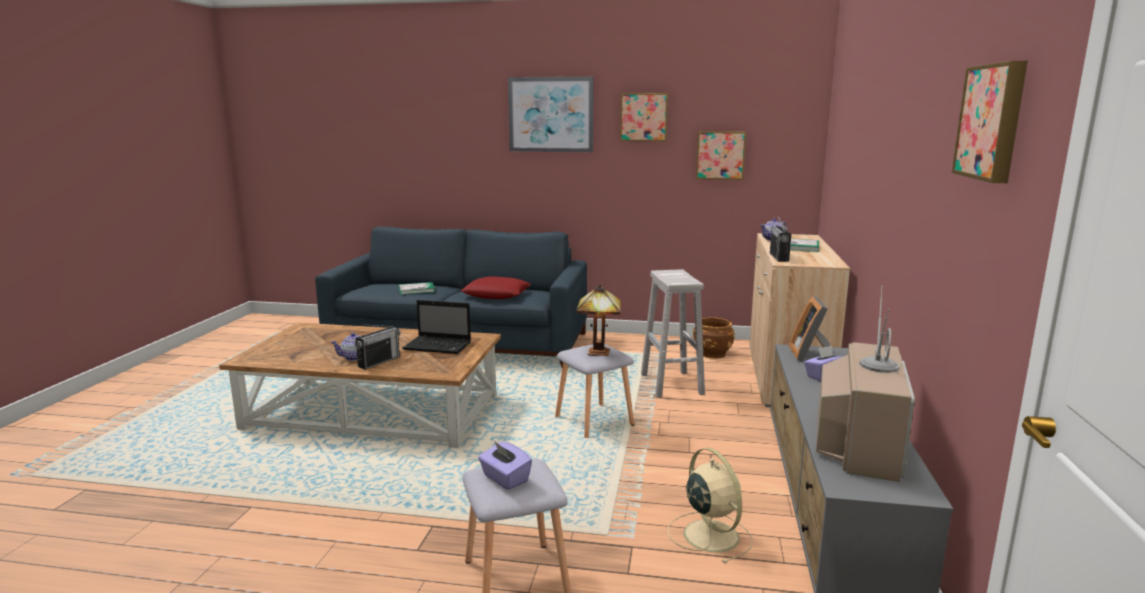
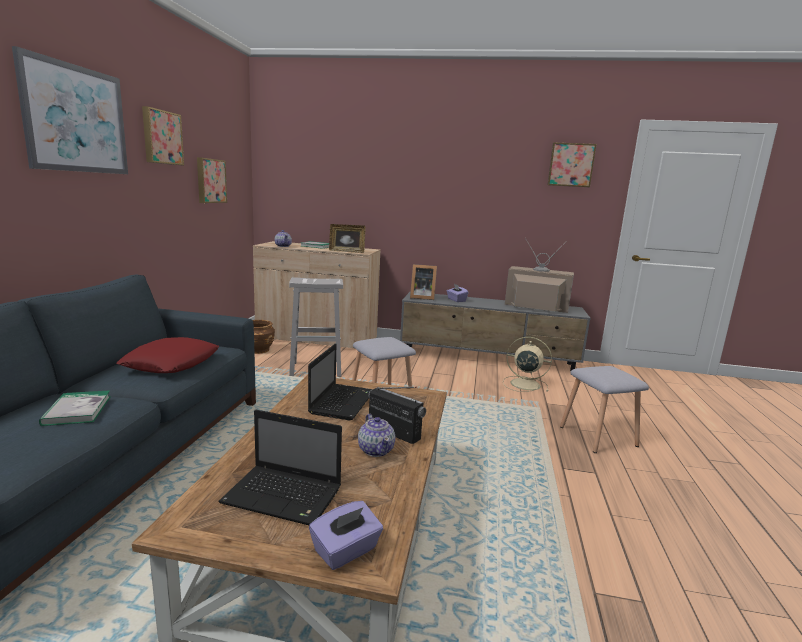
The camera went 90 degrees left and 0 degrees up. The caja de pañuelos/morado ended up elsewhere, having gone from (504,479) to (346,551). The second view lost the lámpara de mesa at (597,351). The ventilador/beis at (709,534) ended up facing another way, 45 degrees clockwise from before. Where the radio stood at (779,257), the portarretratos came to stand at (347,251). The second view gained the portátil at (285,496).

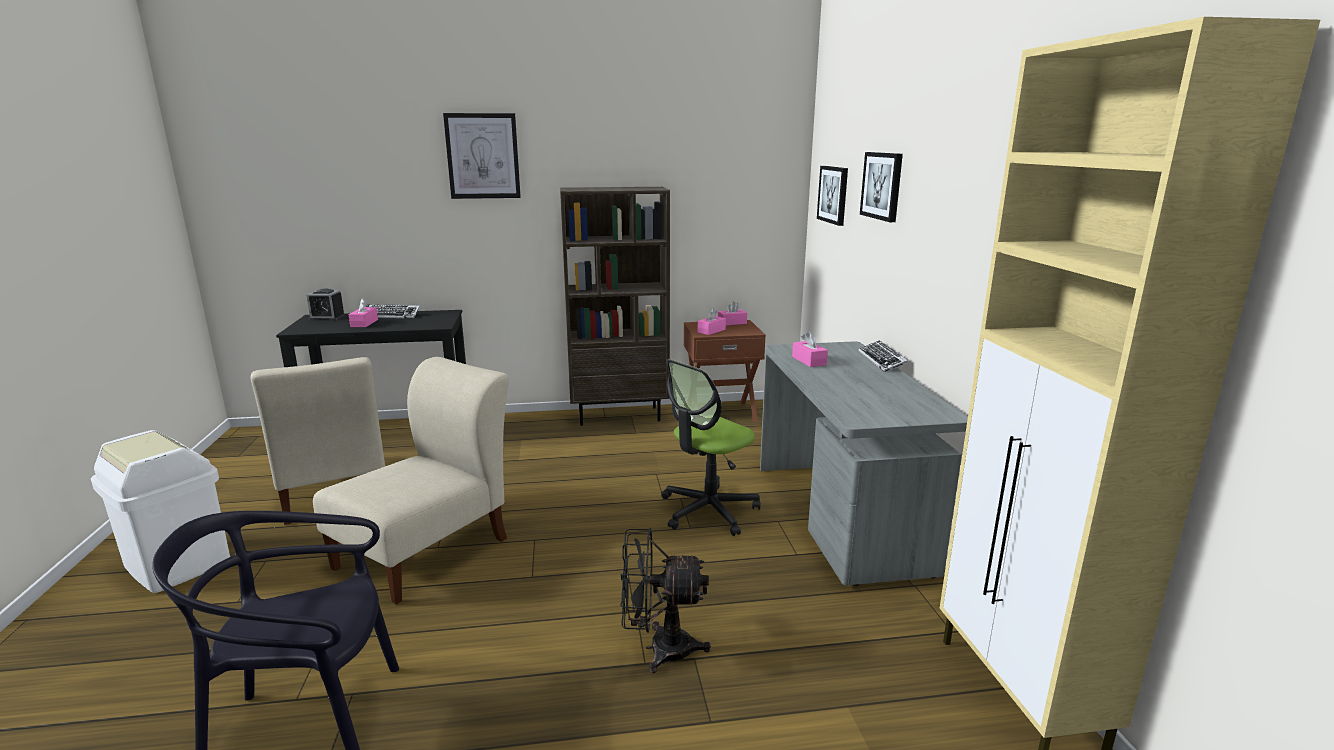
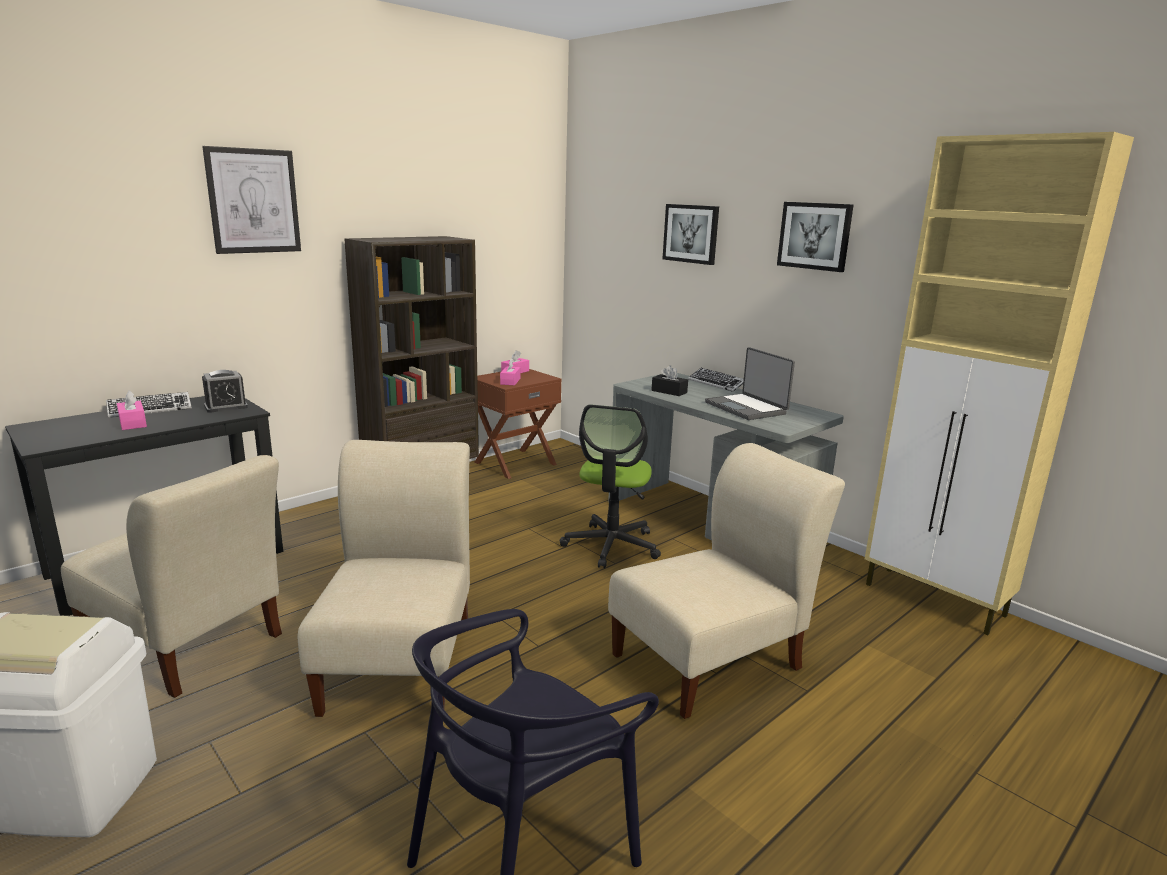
The camera went 35 degrees left and 0 degrees up. The despertador ended up elsewhere, having gone from (327,318) to (226,407). Where the ventilador/negro stood at (659,649), the silla/beis came to stand at (712,659). What was the caja de pañuelos/rosa at (809,361) turned into the caja de pañuelos/negro at (669,391). The cuadro ended up elsewhere, having gone from (833,194) to (815,236). The second view gained the portátil at (747,408).

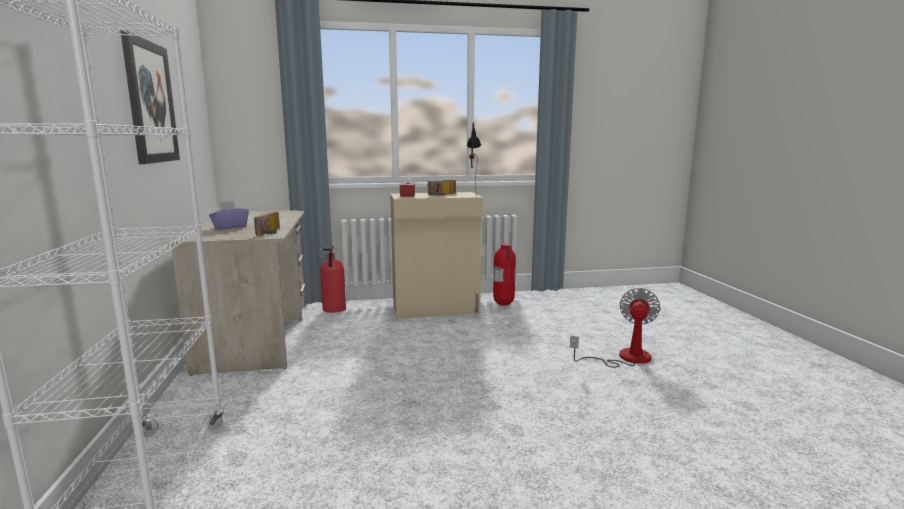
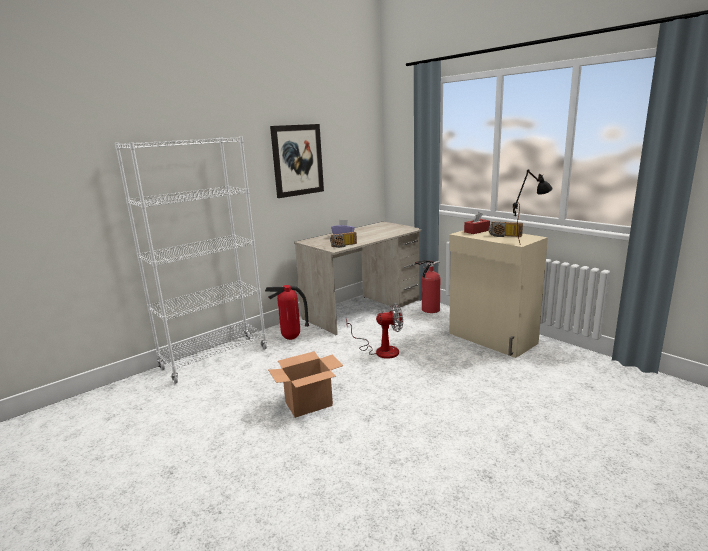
The camera went 60 degrees right and 5 degrees up. The extintor ended up elsewhere, having gone from (504,305) to (291,339). The ventilador ended up elsewhere, having gone from (624,358) to (380,350). The second view gained the caja de cartón at (309,404).

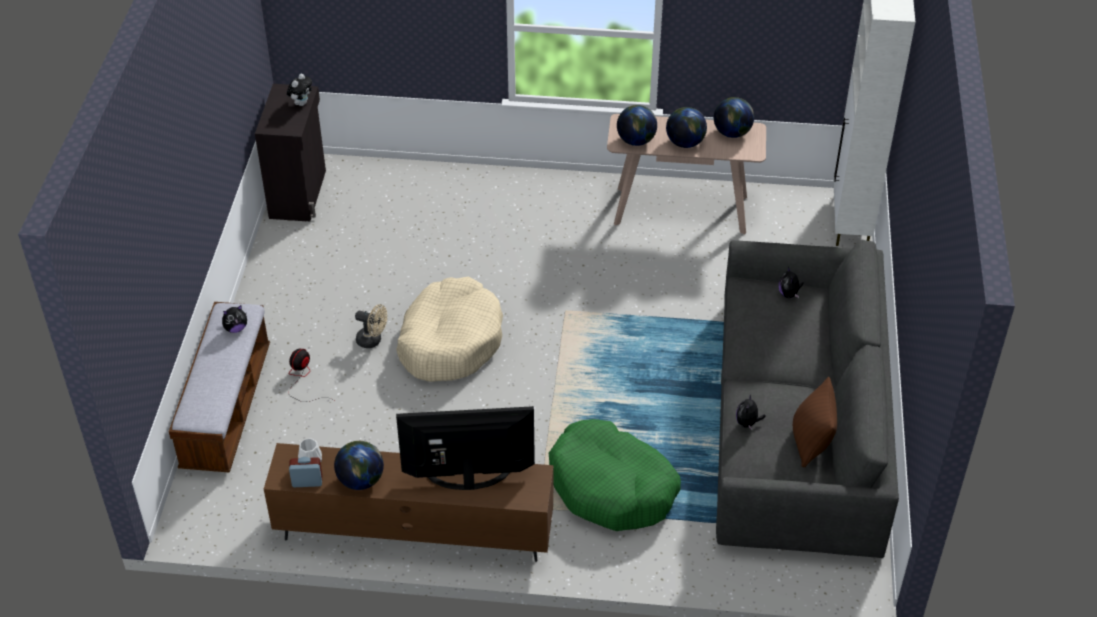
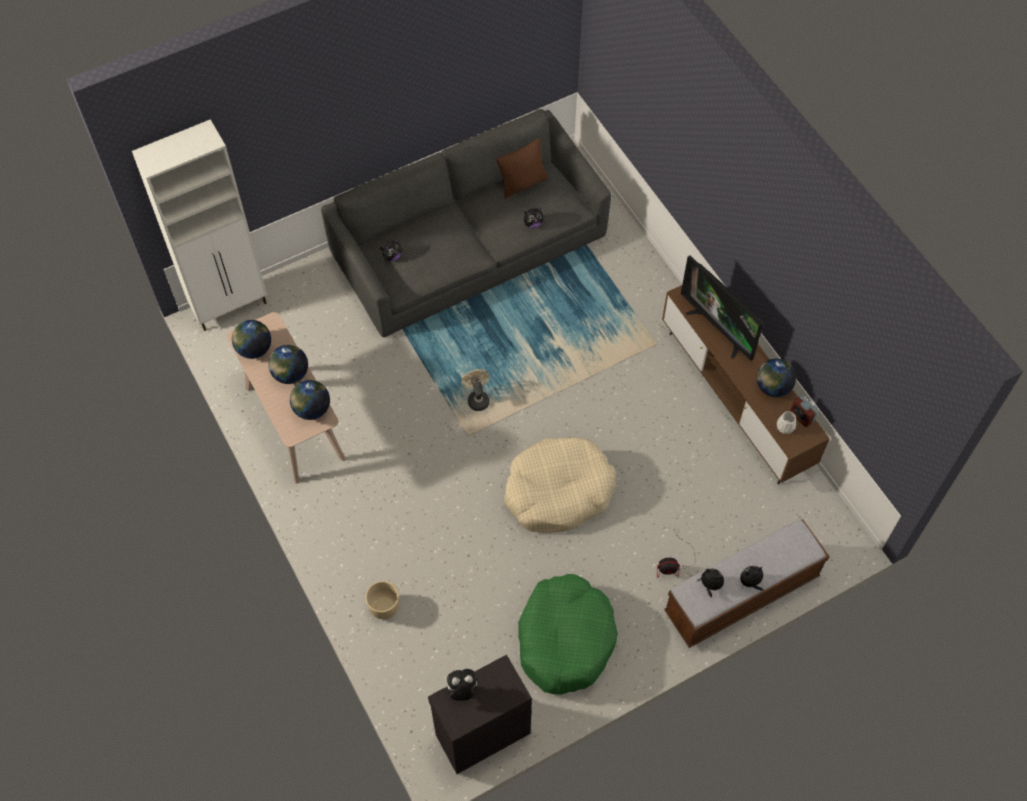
The camera went 125 degrees left and 15 degrees up. The ventilador/beis ended up elsewhere, having gone from (373,340) to (477,398). The cama para perro/verde ended up elsewhere, having gone from (612,487) to (565,639). The second view gained the maceta/beis at (384,607). The second view gained the peluche at (750,582).

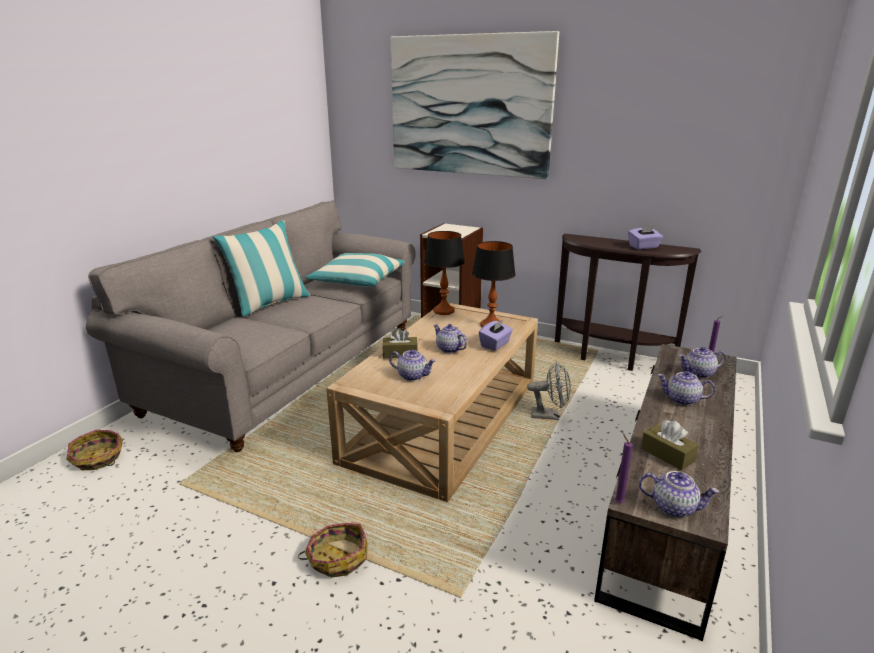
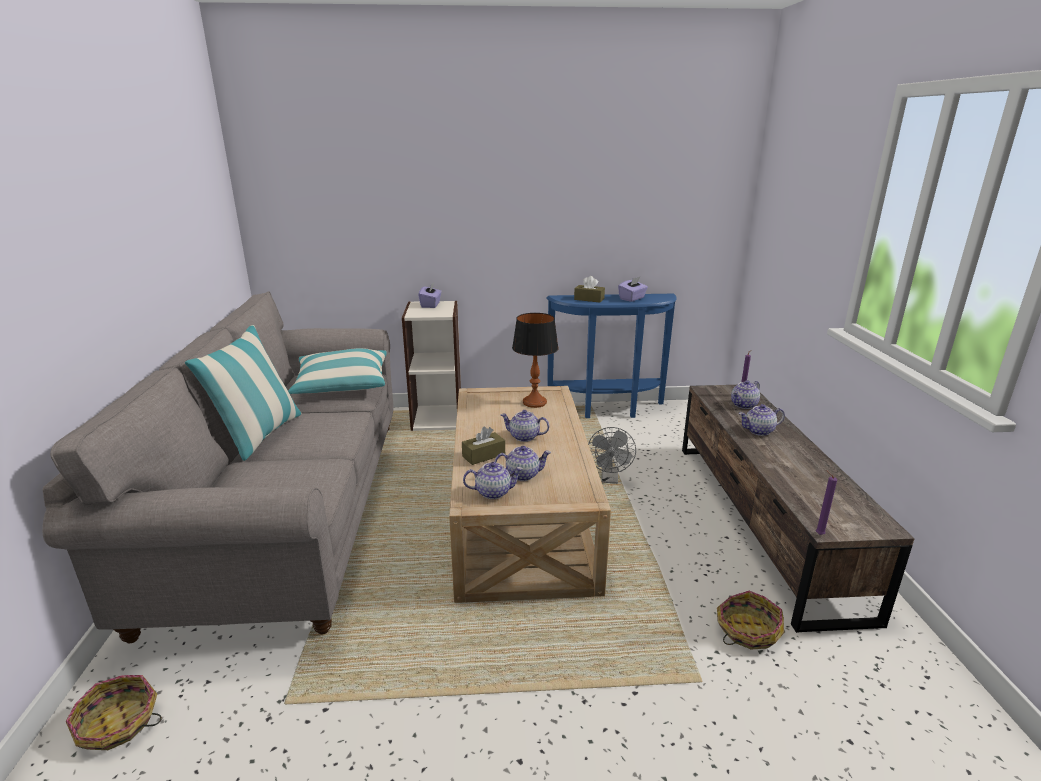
The camera went 30 degrees left and 0 degrees up. The cesta ended up elsewhere, having gone from (337,558) to (747,630). The second view lost the cuadro at (469,106). The second view lost the lámpara de mesa at (444,311). The caja de pañuelos/morado ended up elsewhere, having gone from (495,344) to (431,305). The ventilador/gris at (550,416) ended up facing another way, 120 degrees clockwise from before. What was the mesa consola/marrón at (610,358) turned into the mesa consola/azul at (608,410). The tetera ended up elsewhere, having gone from (674,507) to (493,492). The caja de pañuelos/marrón ended up elsewhere, having gone from (667,455) to (589,299).

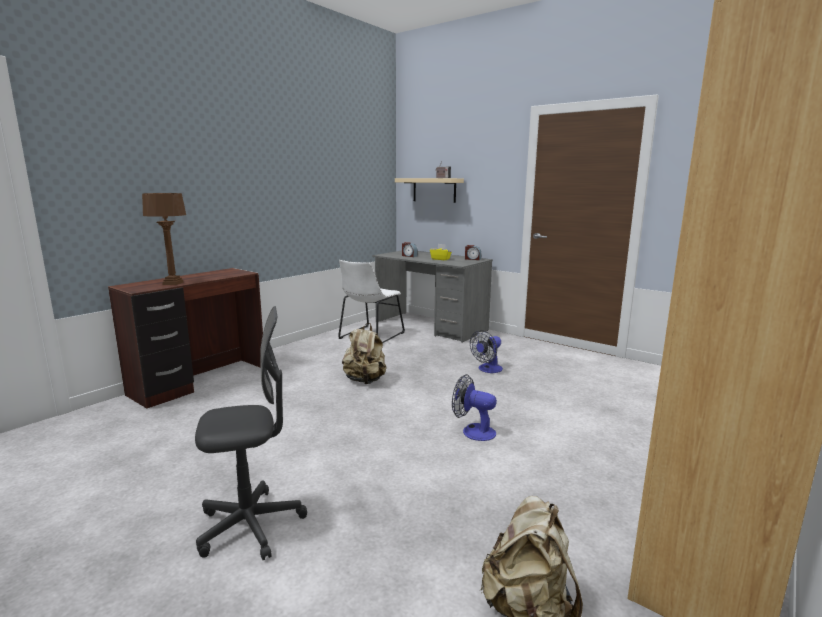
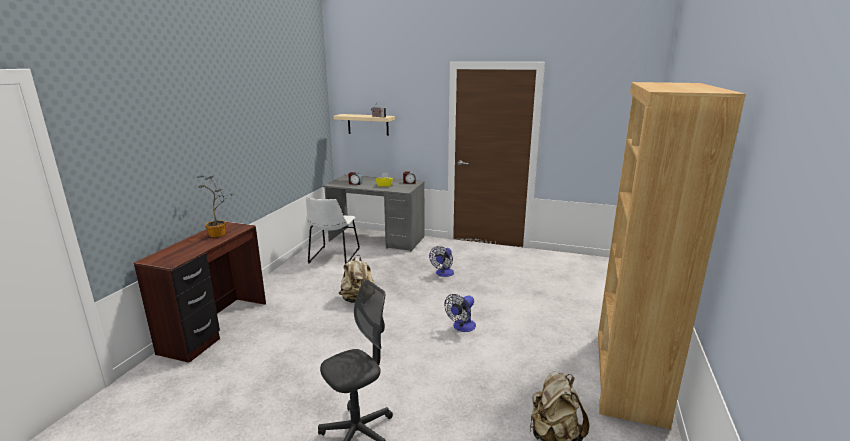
The camera went 20 degrees left and 5 degrees up. The second view lost the lámpara de mesa/marrón at (173,283). The ventilador at (473,431) ended up facing another way, 60 degrees counterclockwise from before. The second view gained the planta en maceta at (220,234).

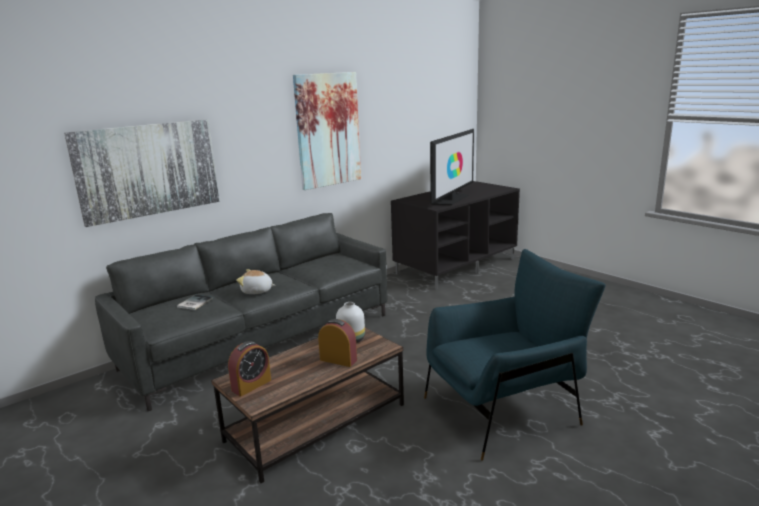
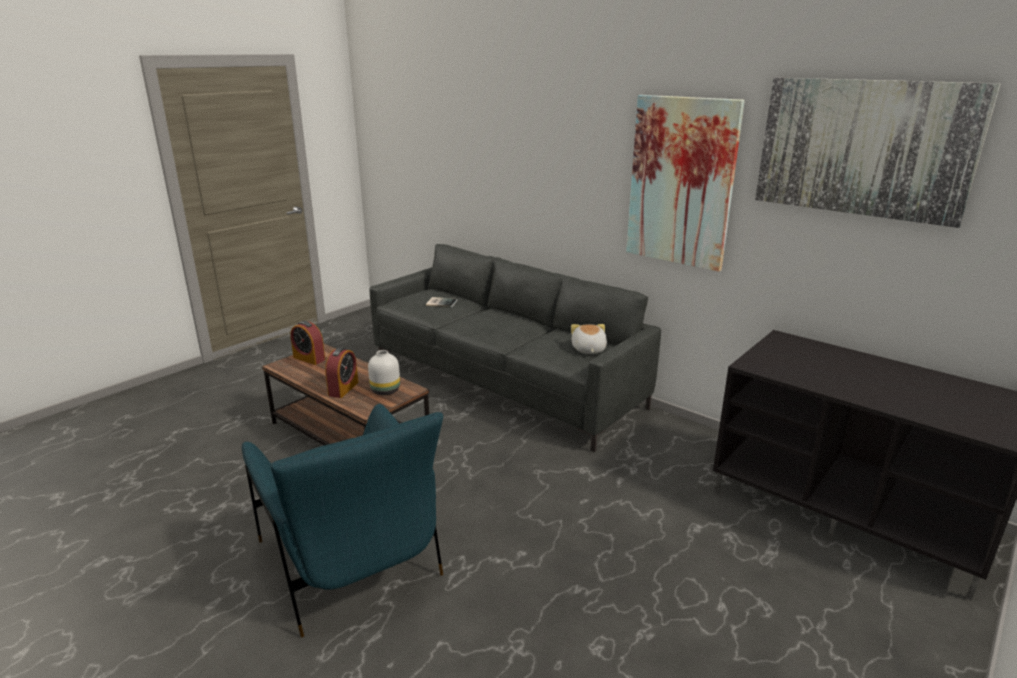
The camera went 80 degrees right and 5 degrees up. The cuadro ended up elsewhere, having gone from (148,170) to (863,148). The peluche ended up elsewhere, having gone from (257,291) to (588,350). The second view lost the televisor at (451,199).

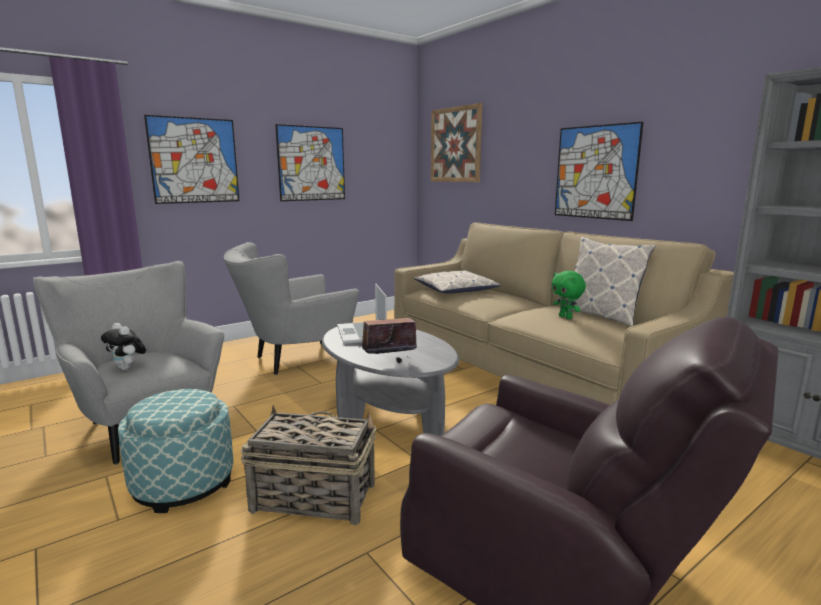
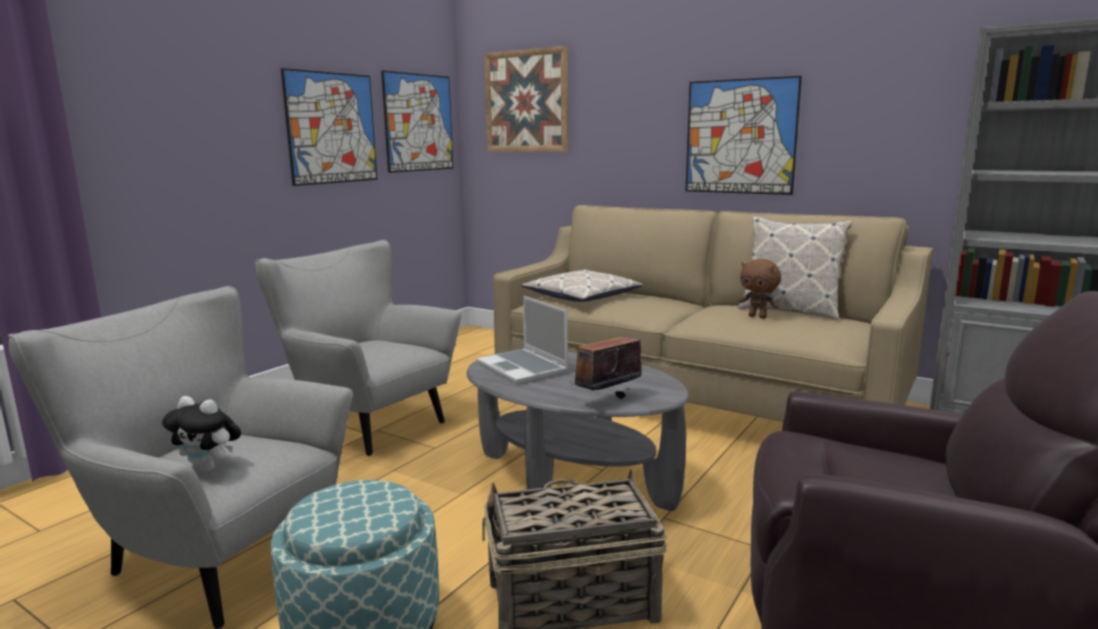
The camera went 20 degrees left and 0 degrees up. The cuadro ended up elsewhere, having gone from (194,160) to (419,123). The sillón/gris at (294,360) ended up facing another way, 90 degrees clockwise from before. What was the peluche/verde at (566,317) turned into the peluche/marrón at (758,317).

